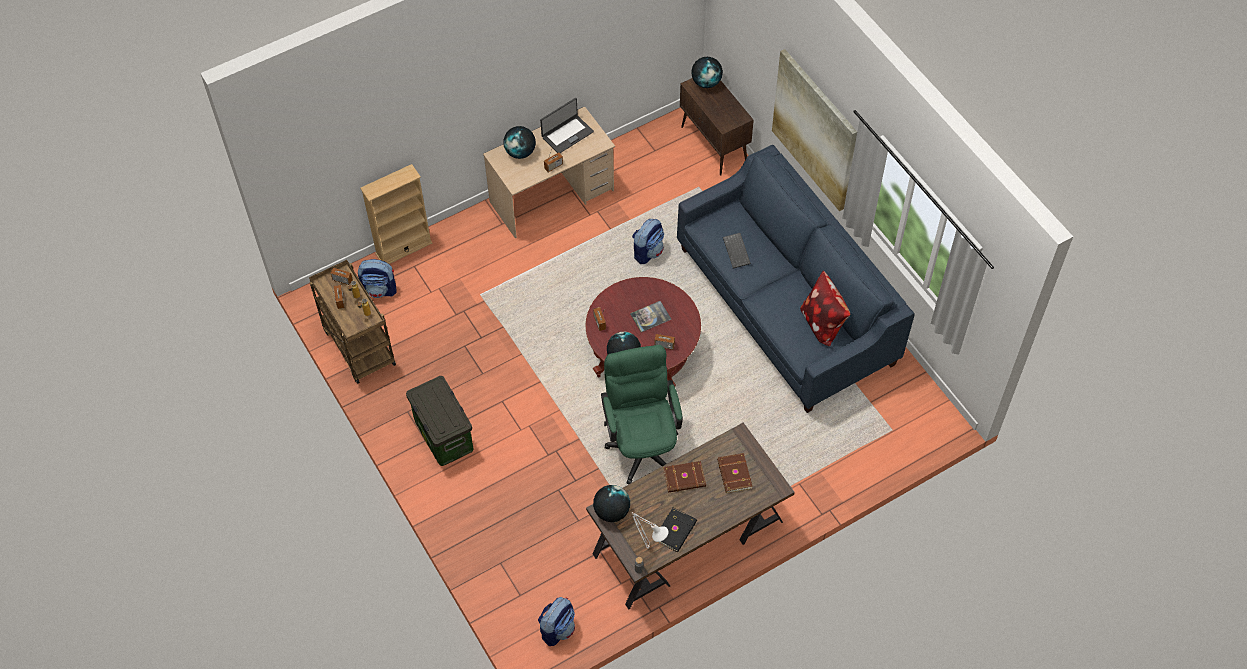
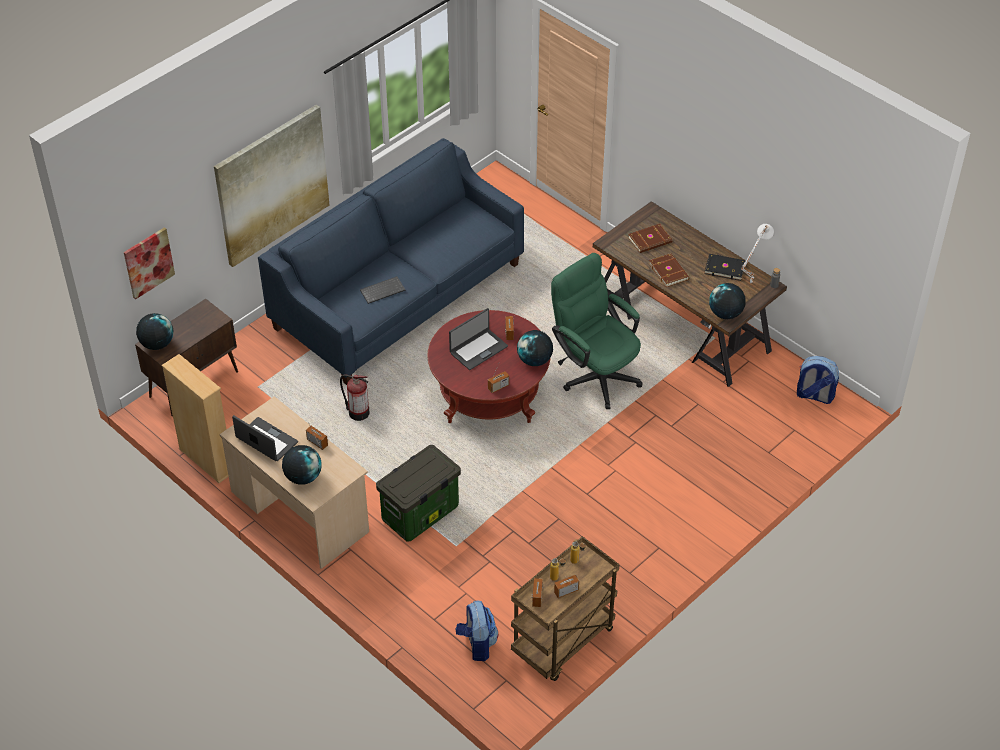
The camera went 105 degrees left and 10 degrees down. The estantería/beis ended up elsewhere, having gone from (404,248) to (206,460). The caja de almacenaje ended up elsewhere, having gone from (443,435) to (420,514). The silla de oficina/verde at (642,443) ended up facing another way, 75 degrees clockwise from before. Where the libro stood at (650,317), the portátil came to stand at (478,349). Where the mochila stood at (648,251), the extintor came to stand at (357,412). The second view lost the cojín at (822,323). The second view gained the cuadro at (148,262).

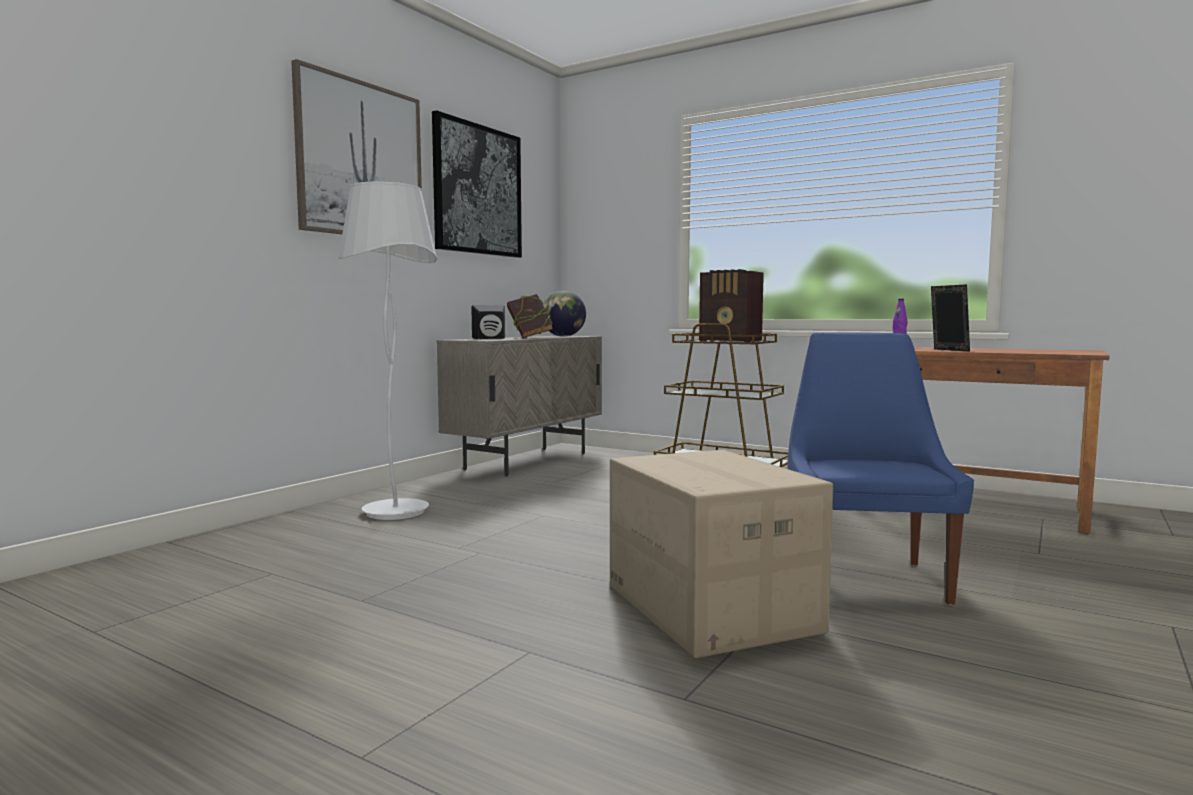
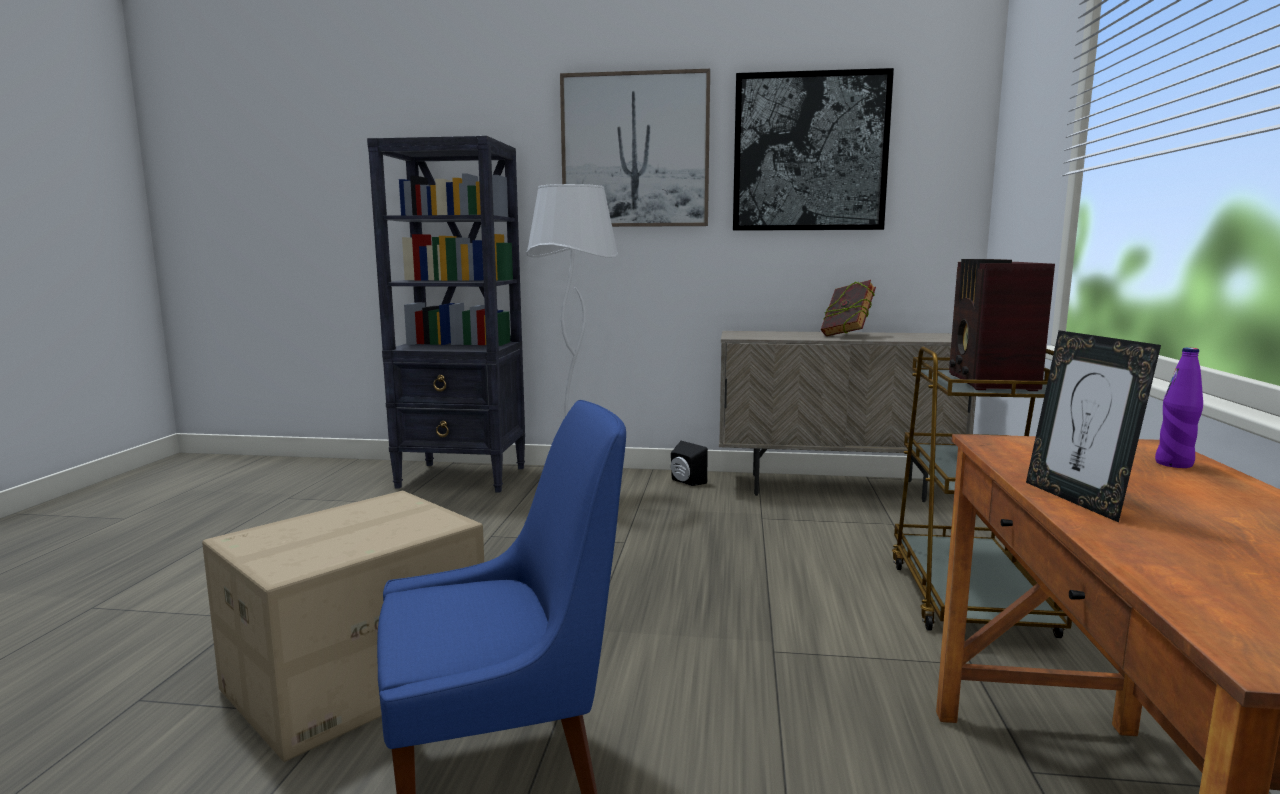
The camera went 65 degrees right and 5 degrees up. The altavoz/negro ended up elsewhere, having gone from (490,338) to (685,482). The second view lost the globo terráqueo at (563,336). The portarretratos at (948,350) ended up facing another way, 120 degrees clockwise from before. The second view gained the estantería/negro at (463,477).

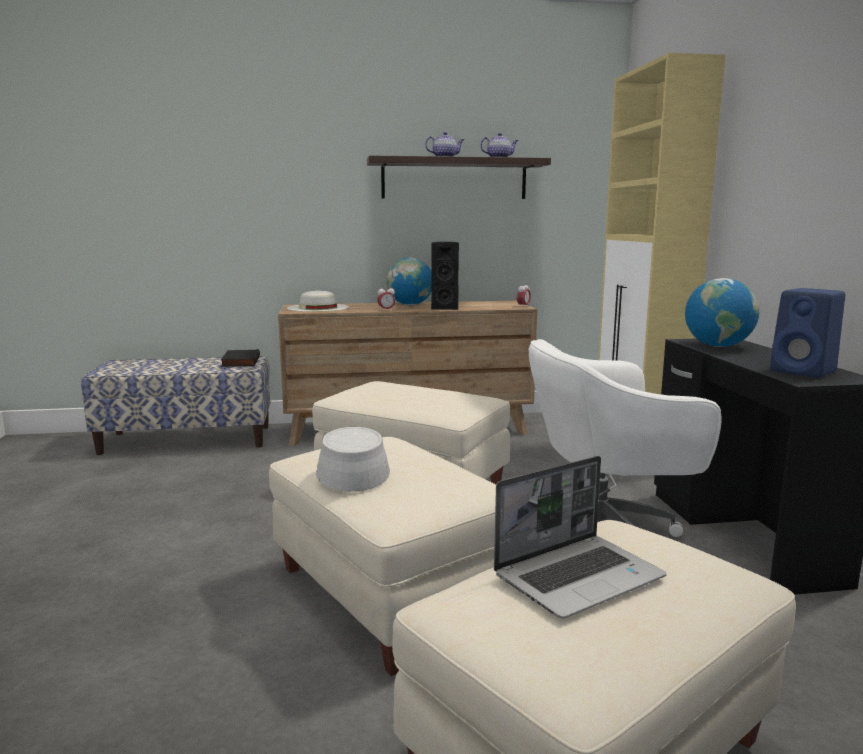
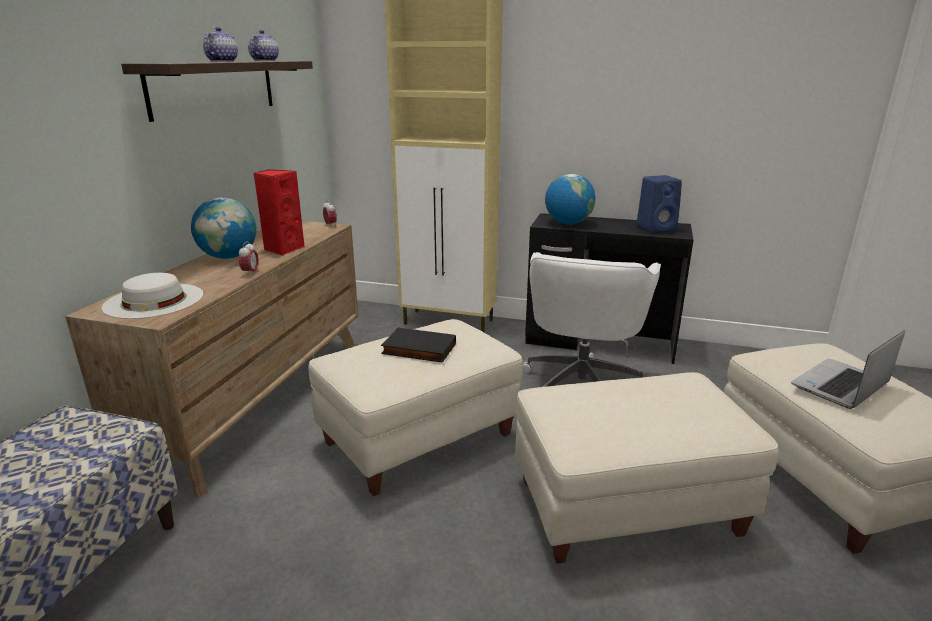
The camera went 65 degrees left and 10 degrees up. The libro/negro ended up elsewhere, having gone from (239,361) to (418,349). The second view lost the sombrero/gris at (352,470). What was the altavoz/negro at (445,308) turned into the altavoz/rojo at (283,249). The portátil at (579,576) ended up facing another way, 120 degrees counterclockwise from before.

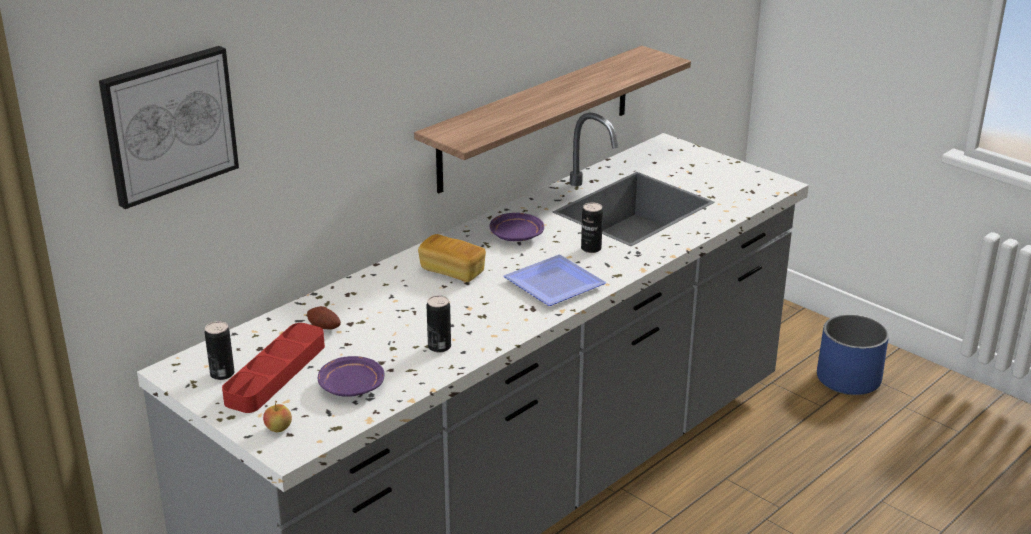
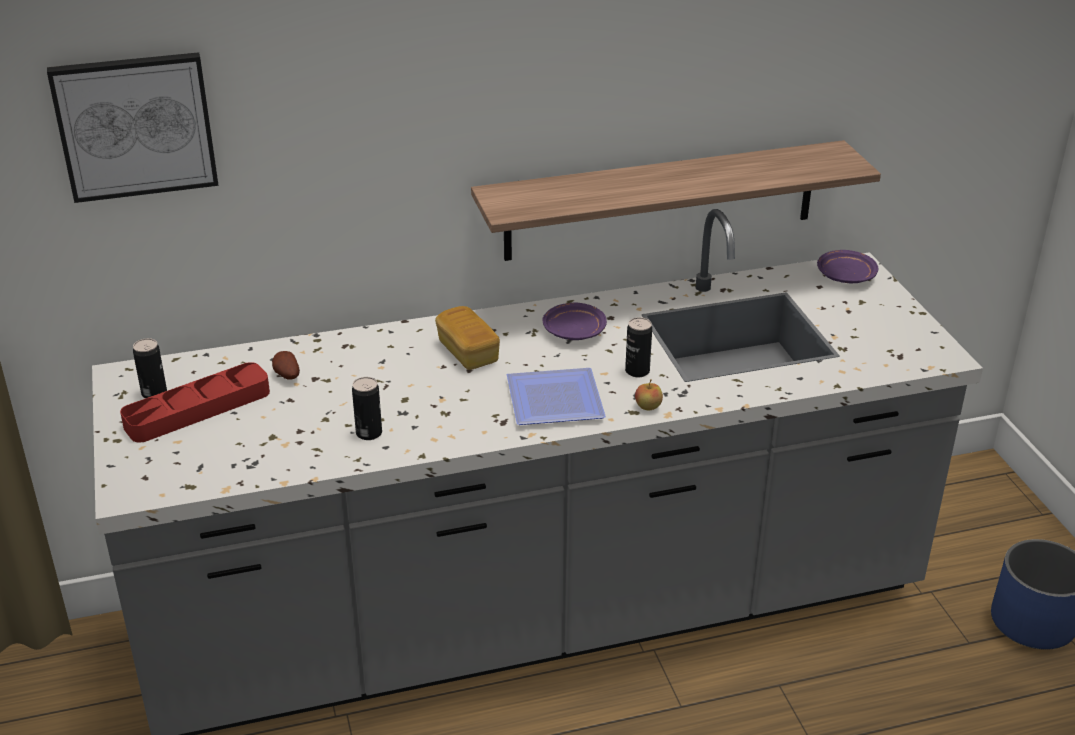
The camera went 30 degrees right and 5 degrees up. The manzana ended up elsewhere, having gone from (278,429) to (648,407). The plato/morado ended up elsewhere, having gone from (351,386) to (845,276).

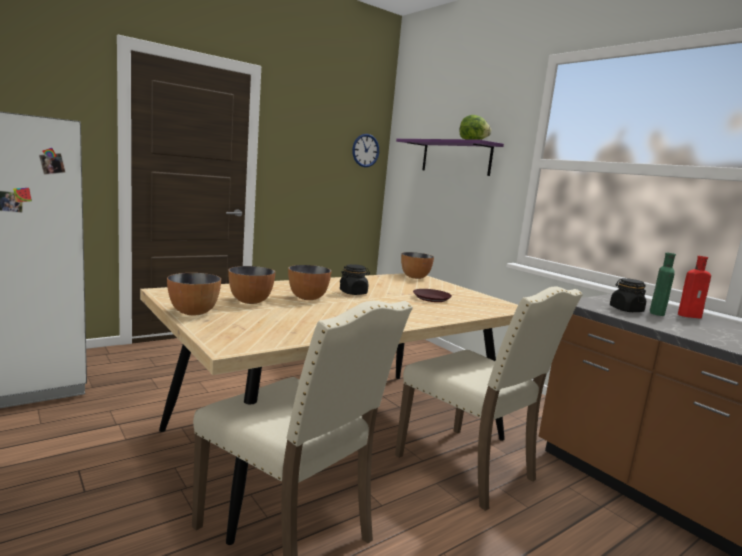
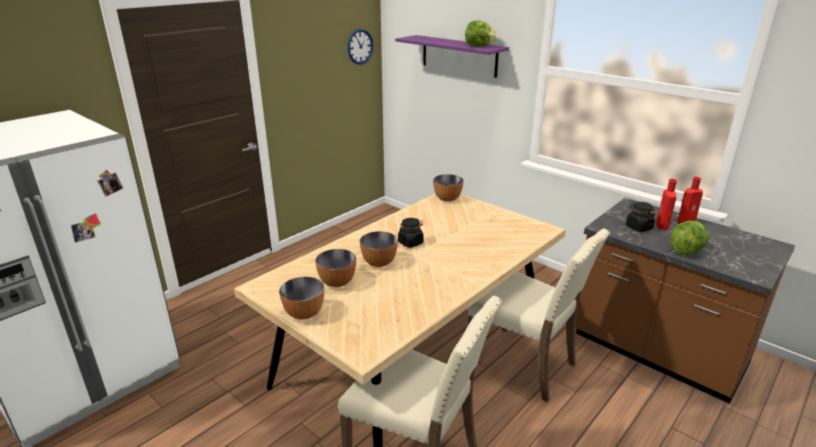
The camera went 10 degrees left and 15 degrees up. The second view lost the plato/marrón at (431,298). What was the botella/verde at (657,313) turned into the botella/rojo at (662,226). The second view gained the lechuga at (686,250).

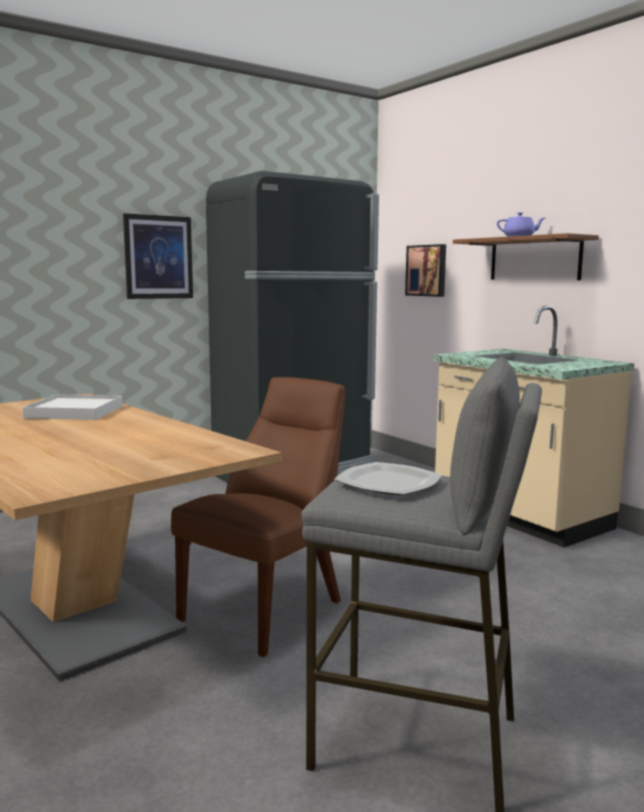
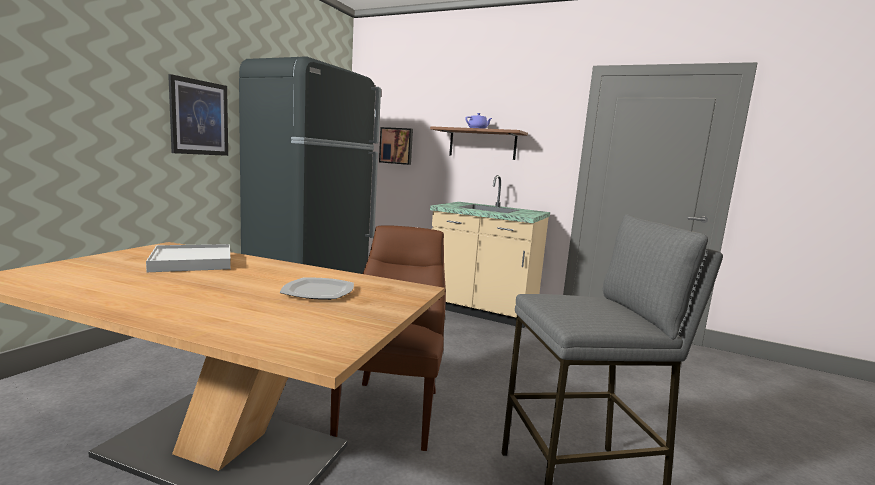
The camera went 30 degrees left and 0 degrees up. The plato ended up elsewhere, having gone from (388,483) to (319,292).

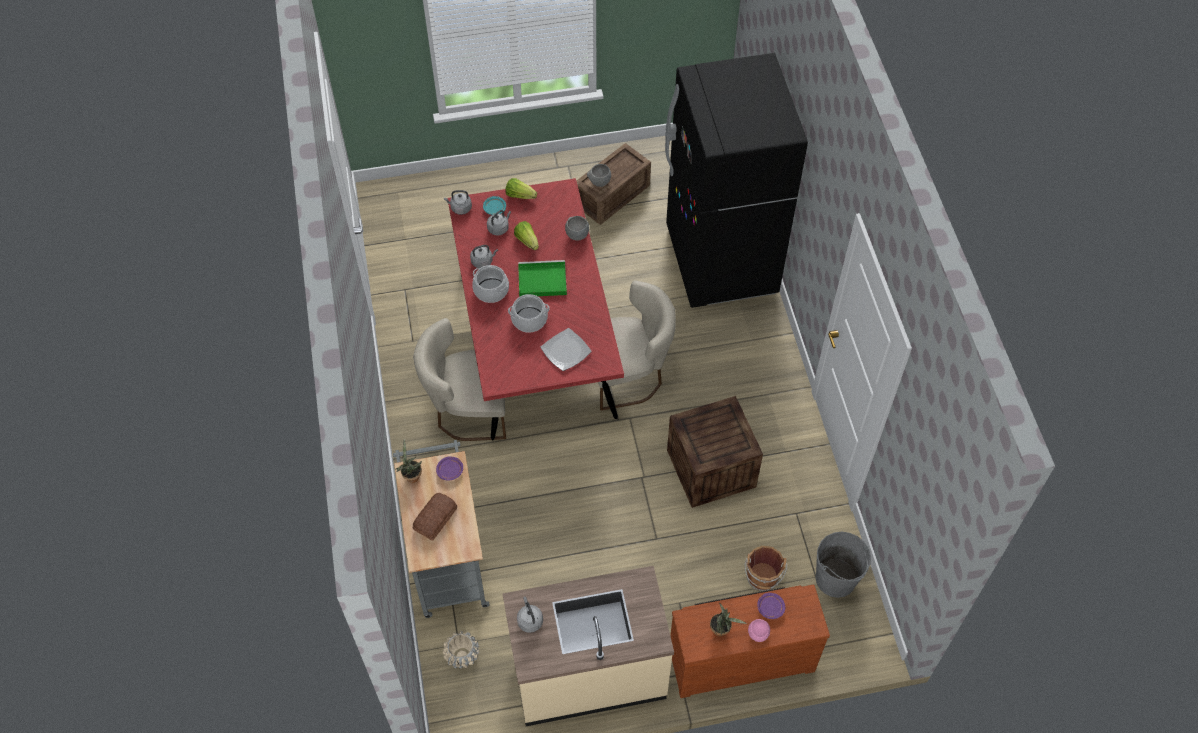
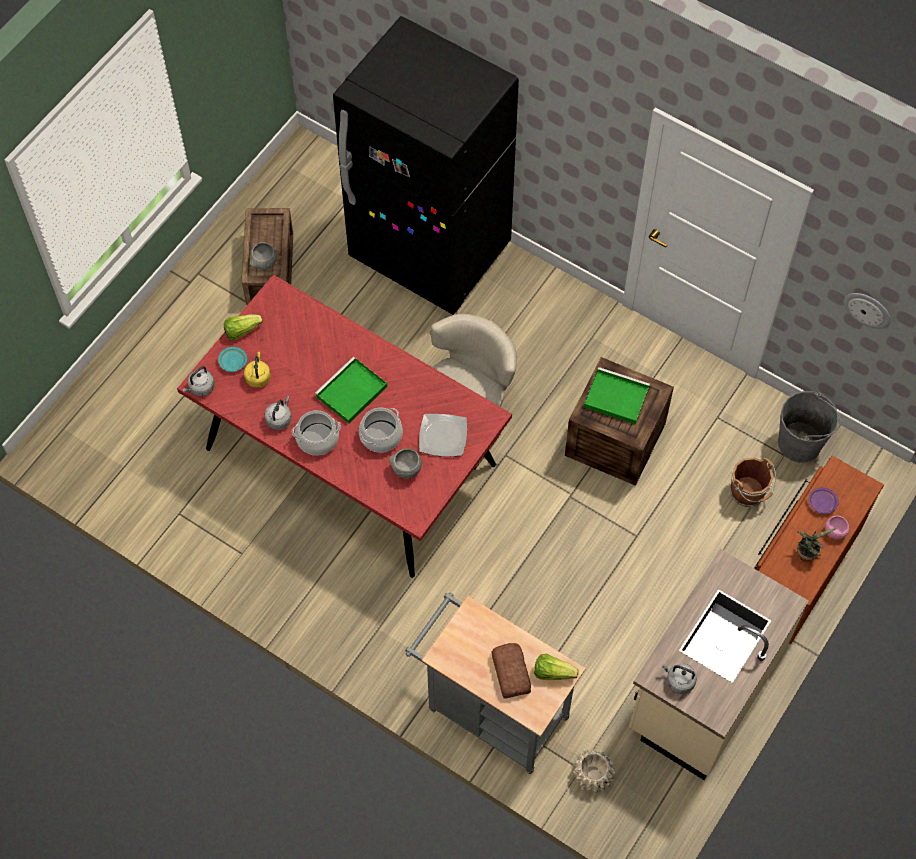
The camera went 45 degrees left and 5 degrees up. The second view lost the planta en maceta at (411,476). The second view lost the silla/beis at (468,411). The second view lost the plato/morado at (450,470). What was the hervidor/gris at (499,228) turned into the hervidor/amarillo at (258,377). The lechuga ended up elsewhere, having gone from (527,240) to (553,672). The cuenco/gris ended up elsewhere, having gone from (577,235) to (406,470). The second view gained the bandeja/verde at (614,397). The second view gained the reloj de pared at (867,309).

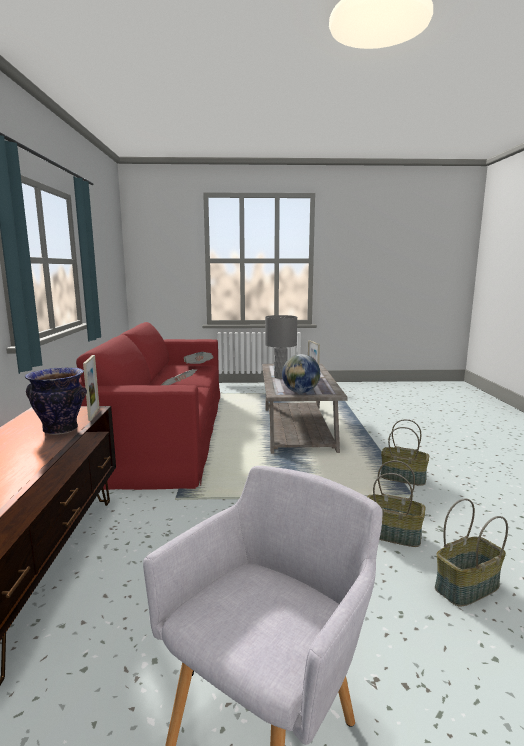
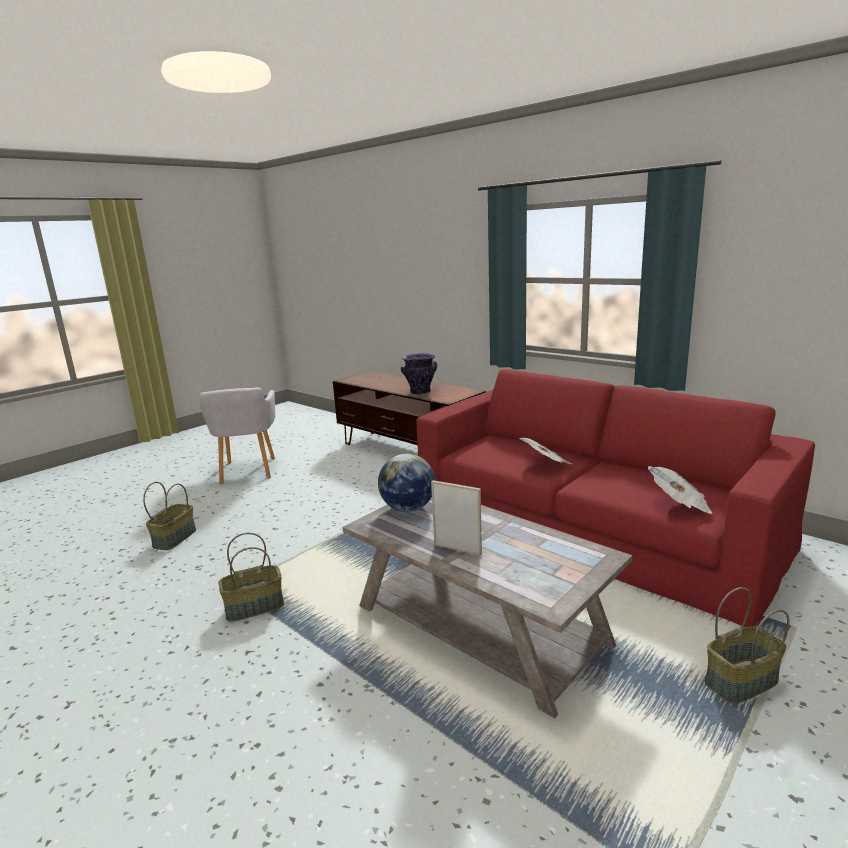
The camera went 135 degrees right and 5 degrees up. The second view lost the portarretratos at (94,414). The second view lost the lámpara de mesa/gris at (280,377). The cesta ended up elsewhere, having gone from (393,534) to (741,682).

